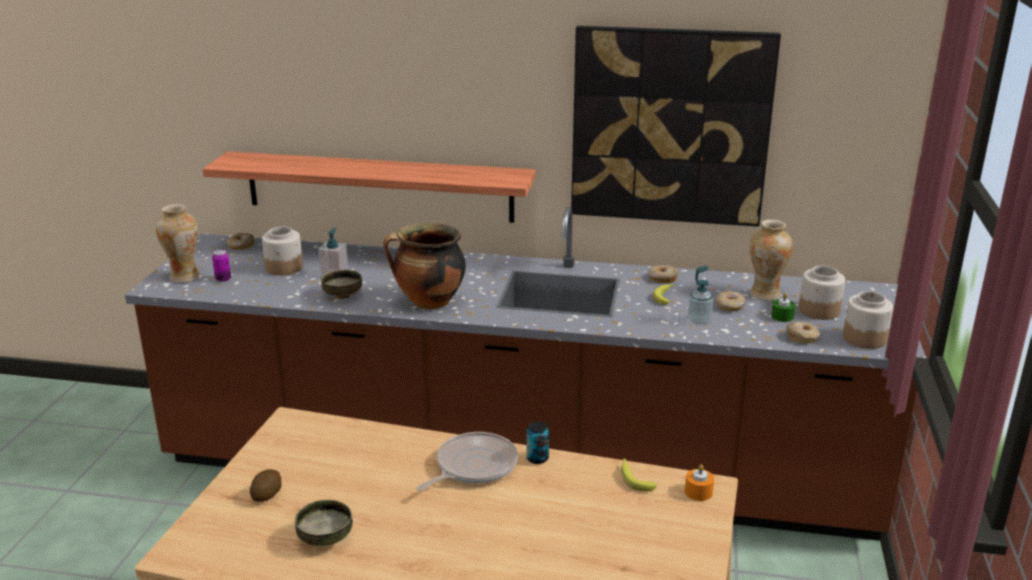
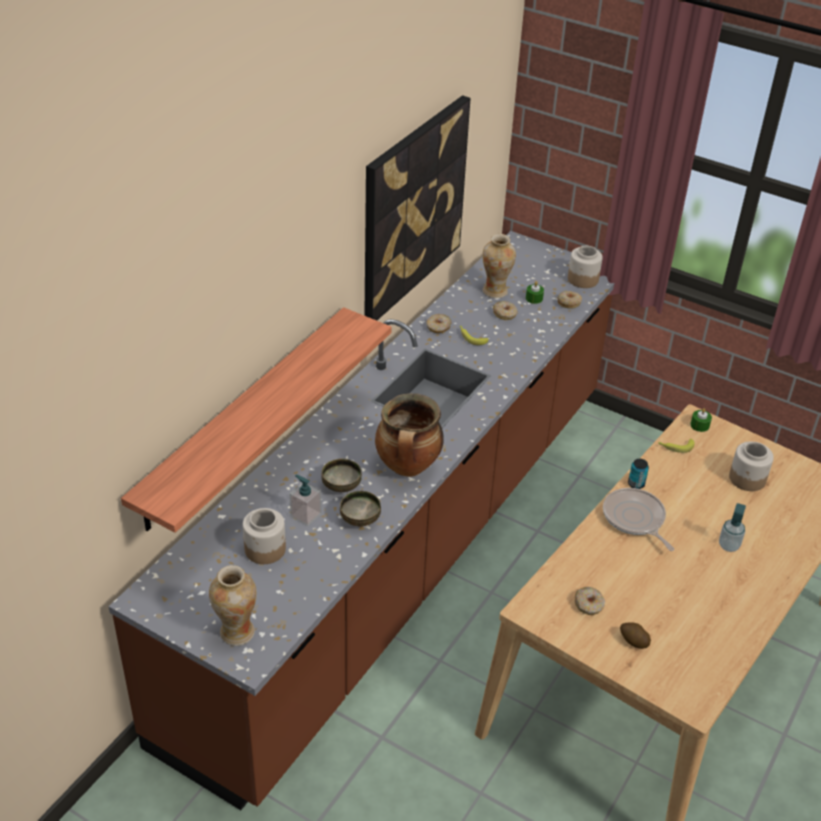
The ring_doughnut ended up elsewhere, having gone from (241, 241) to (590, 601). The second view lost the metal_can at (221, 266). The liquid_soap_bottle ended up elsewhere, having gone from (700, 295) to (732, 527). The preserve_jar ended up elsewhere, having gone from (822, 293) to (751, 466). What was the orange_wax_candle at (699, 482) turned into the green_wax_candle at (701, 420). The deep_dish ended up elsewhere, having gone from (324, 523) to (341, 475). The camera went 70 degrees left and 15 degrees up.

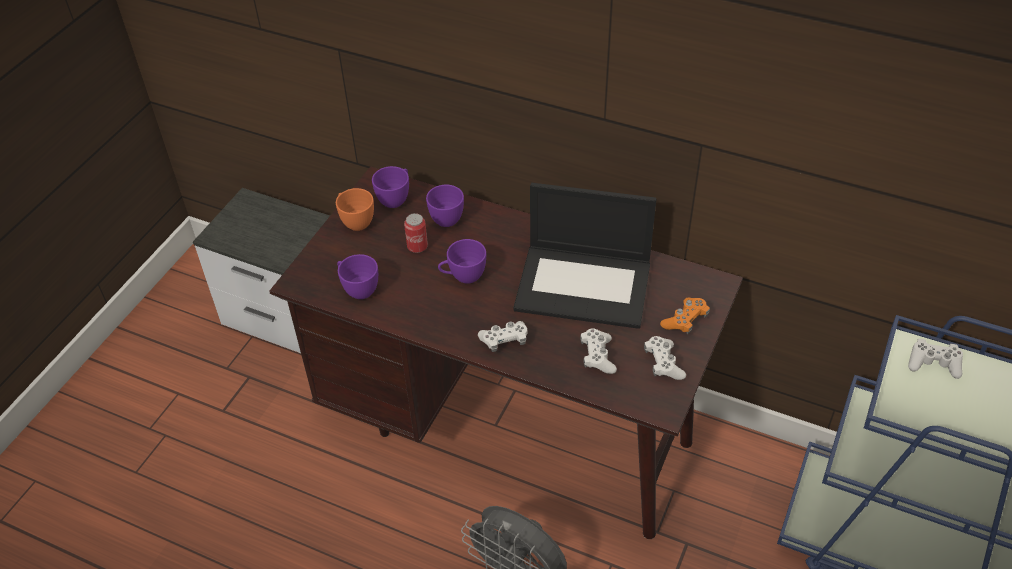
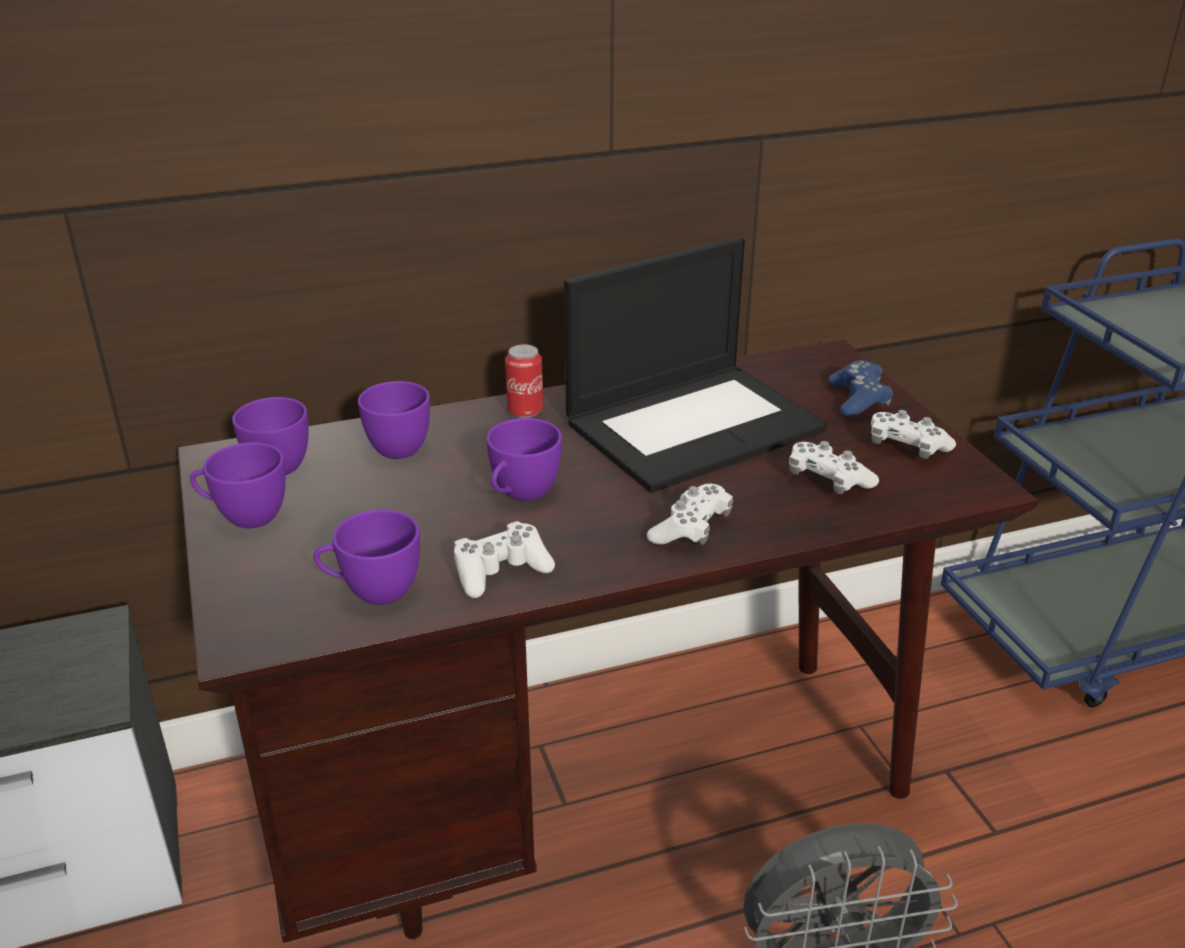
What was the orange_drinking_cup at (355, 209) turned into the purple_drinking_cup at (238, 485). The metal_can ended up elsewhere, having gone from (416, 233) to (524, 381). What was the orange_joypad at (685, 316) turned into the bluish_joypad at (860, 388). The white-coloured_joypad ended up elsewhere, having gone from (935, 359) to (504, 559). The camera went 45 degrees left and 15 degrees down.

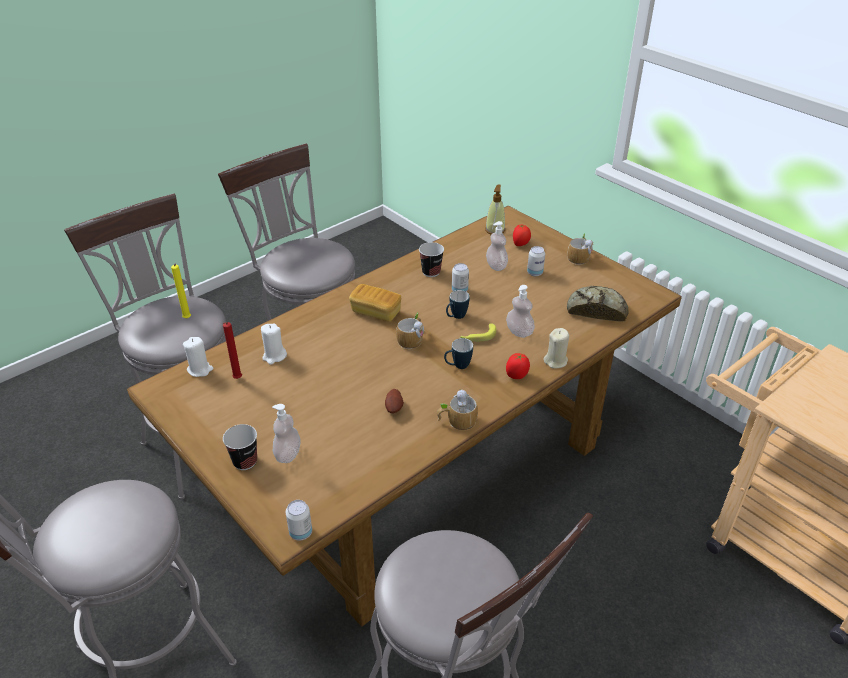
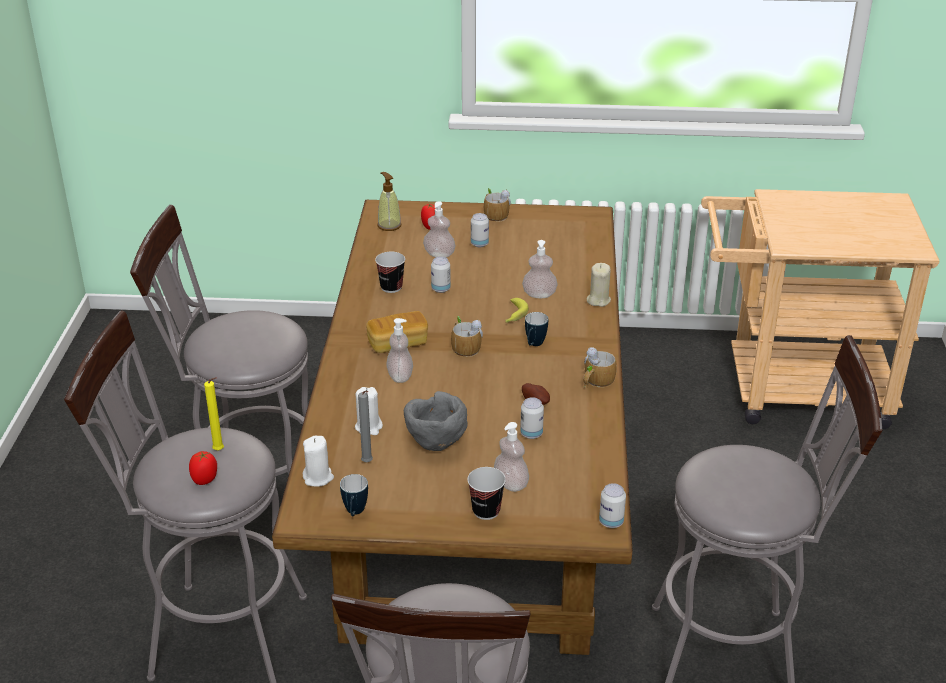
The second view lost the bakery_bread at (598, 304). The mug ended up elsewhere, having gone from (457, 304) to (354, 495). What was the red-coloured_wax_candle at (232, 350) turned into the gray_wax_candle at (365, 426). The whole_tomato ended up elsewhere, having gone from (518, 366) to (203, 468). The second view gained the liquid_soap_bottle at (399, 350). The second view gained the gray_deep_dish at (435, 421). The second view gained the metal_can at (532, 418). The camera went 45 degrees left and 5 degrees down.

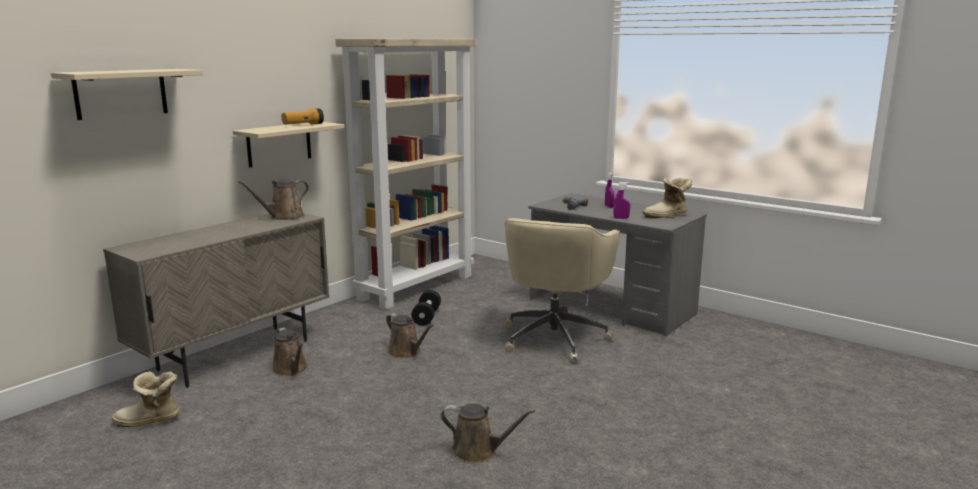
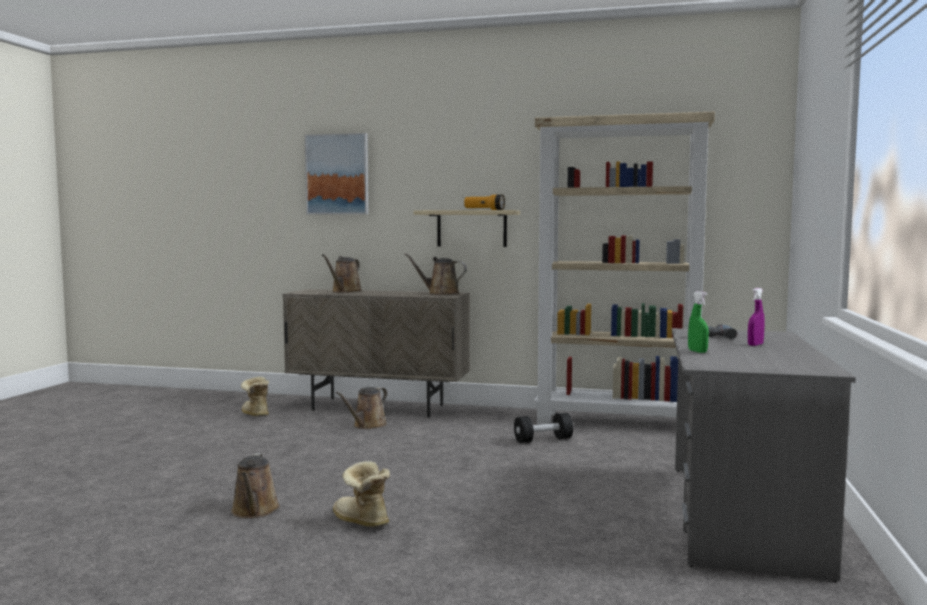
Where the beige_wall_shelf hung at (127, 94), the picture came to hang at (336, 173). The tall_boot ended up elsewhere, having gone from (667, 198) to (361, 494). What was the purple_hand_sprayer at (621, 200) turned into the green_hand_sprayer at (698, 322). The second view lost the beige_desk_chair at (562, 290). The brown-coloured_watering_can ended up elsewhere, having gone from (410, 335) to (342, 273). The camera went 65 degrees right and 10 degrees down.

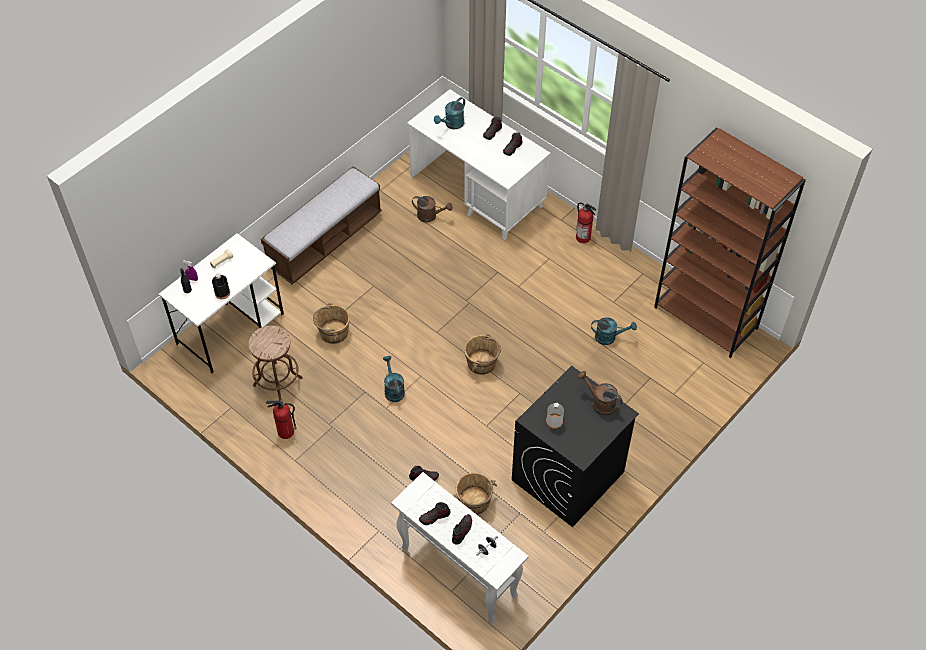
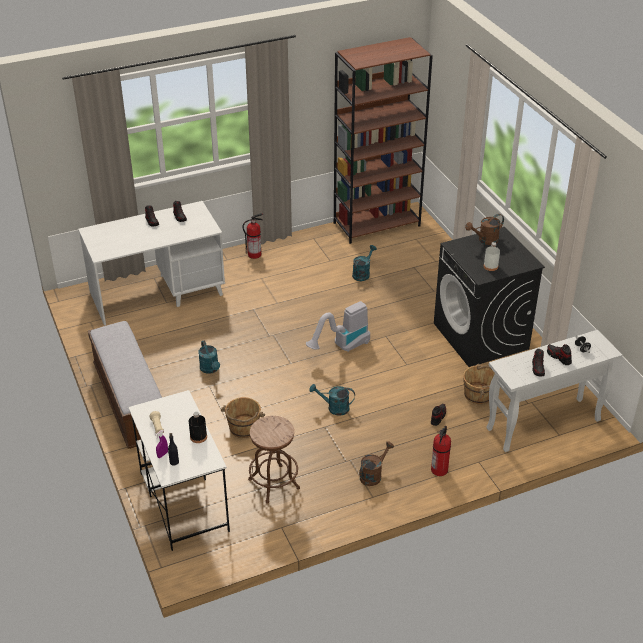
The turquoise-coloured_watering_can ended up elsewhere, having gone from (449, 113) to (209, 357). The brown-coloured_watering_can ended up elsewhere, having gone from (432, 209) to (376, 463). Where the brown-coloured_water_bucket stood at (482, 354), the hoover came to stand at (338, 326). The fire_extinguisher ended up elsewhere, having gone from (281, 419) to (441, 451). The camera went 65 degrees left and 15 degrees down.

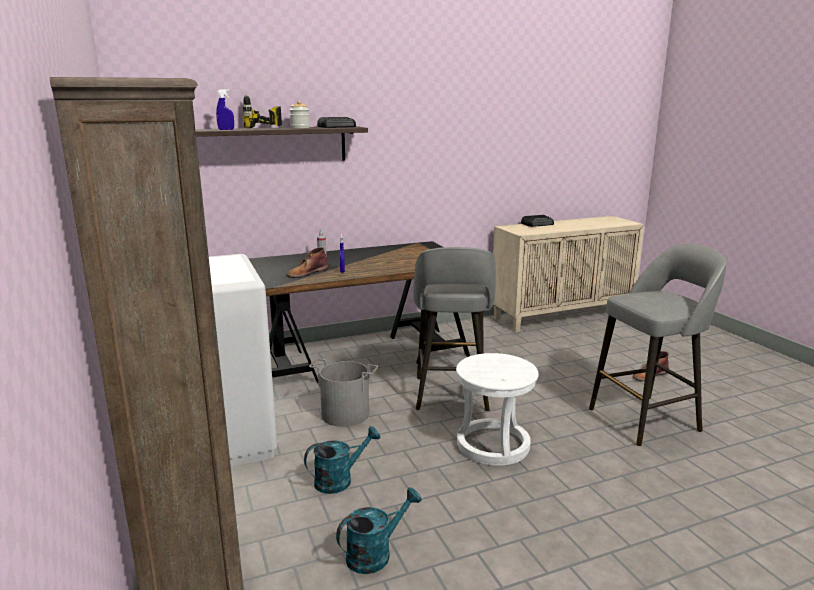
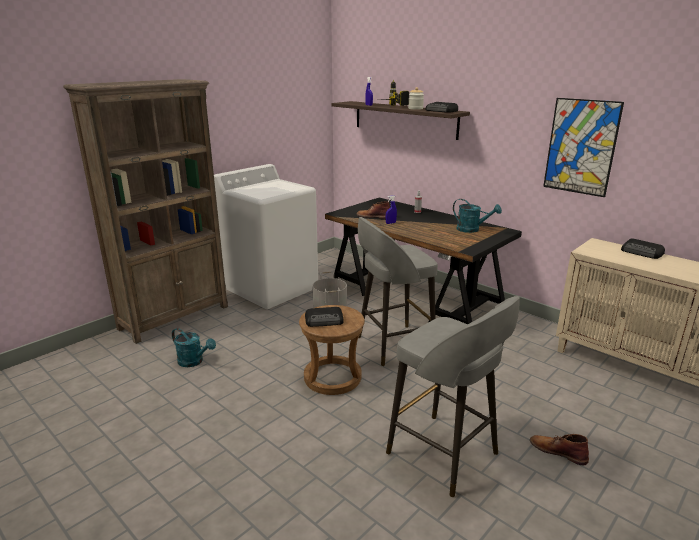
What was the white-coloured_stool at (497, 409) turned into the brown-coloured_stool at (332, 350). The turquoise-coloured_watering_can ended up elsewhere, having gone from (342, 460) to (477, 216). The second view gained the picture at (583, 147). The second view gained the radio at (324, 317). The camera went 65 degrees right and 5 degrees up.

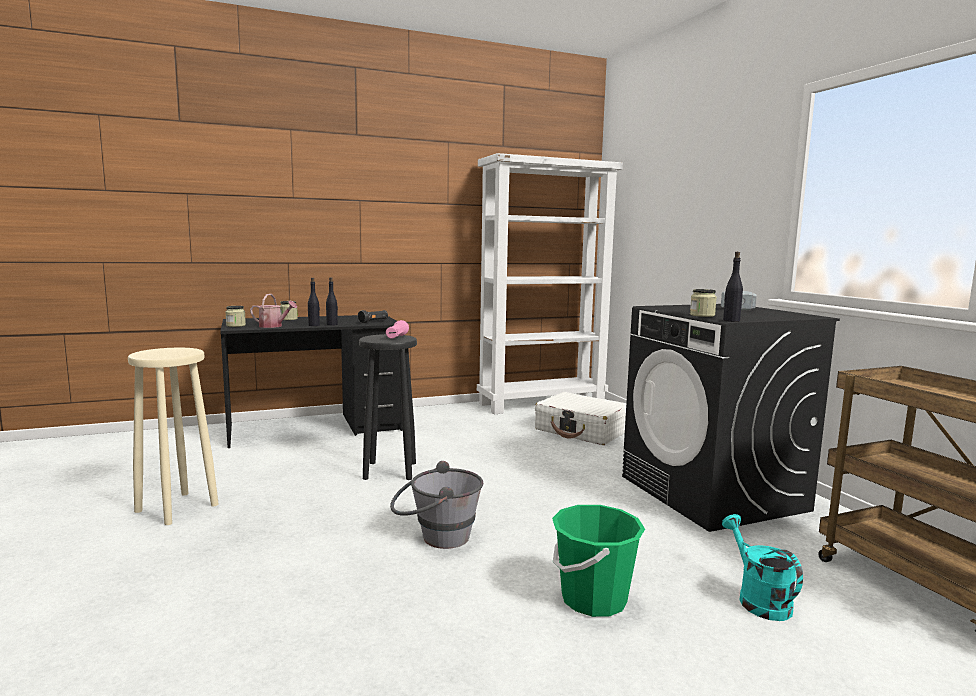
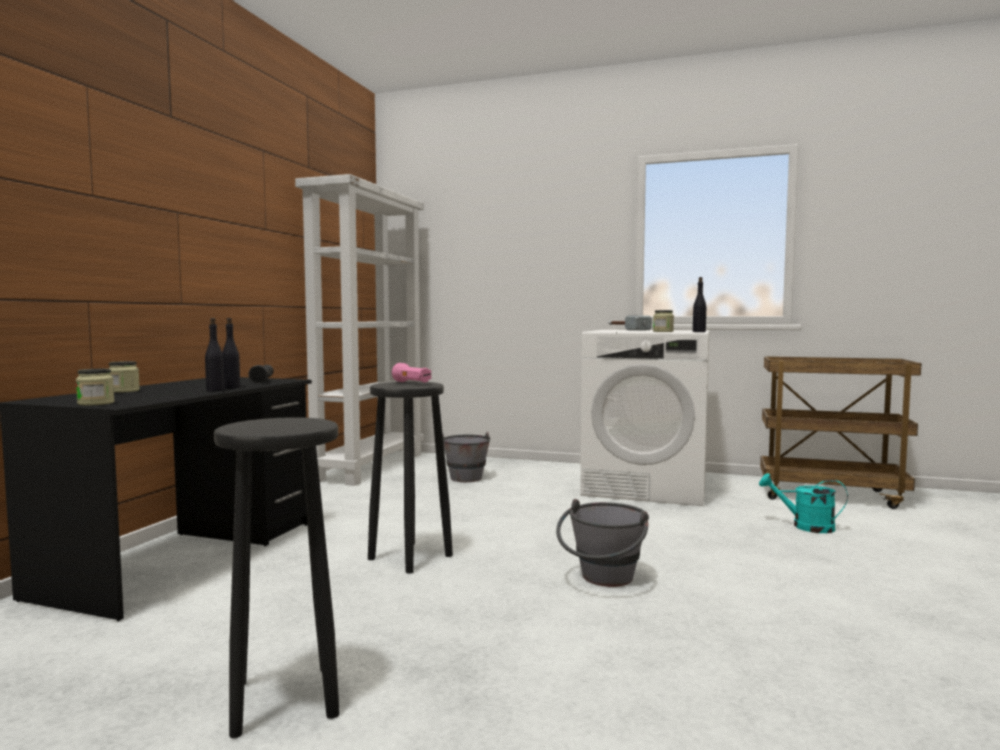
The second view lost the watering_can at (273, 311). What was the black_laundry_machine at (731, 418) turned into the white-coloured_laundry_machine at (645, 418). What was the beige_stool at (173, 436) turned into the black_stool at (277, 577). Where the white-coloured_travel_case stood at (580, 418), the gray_water_bucket came to stand at (466, 457). The second view lost the green_water_bucket at (598, 561). The camera went 50 degrees left and 5 degrees down.

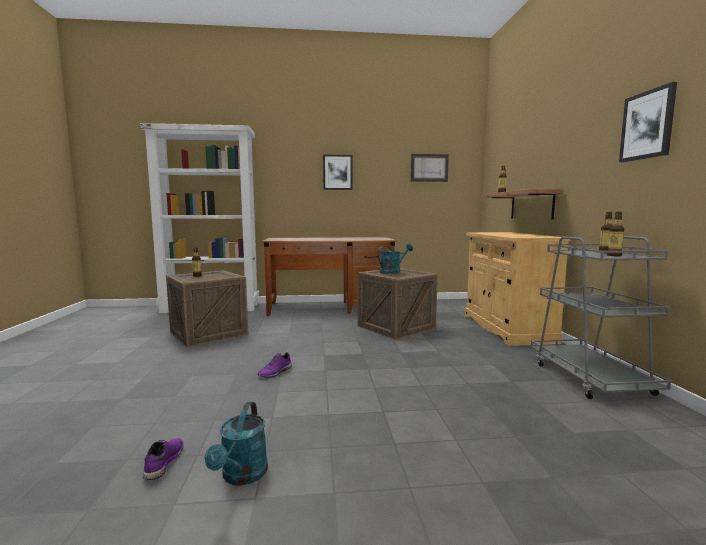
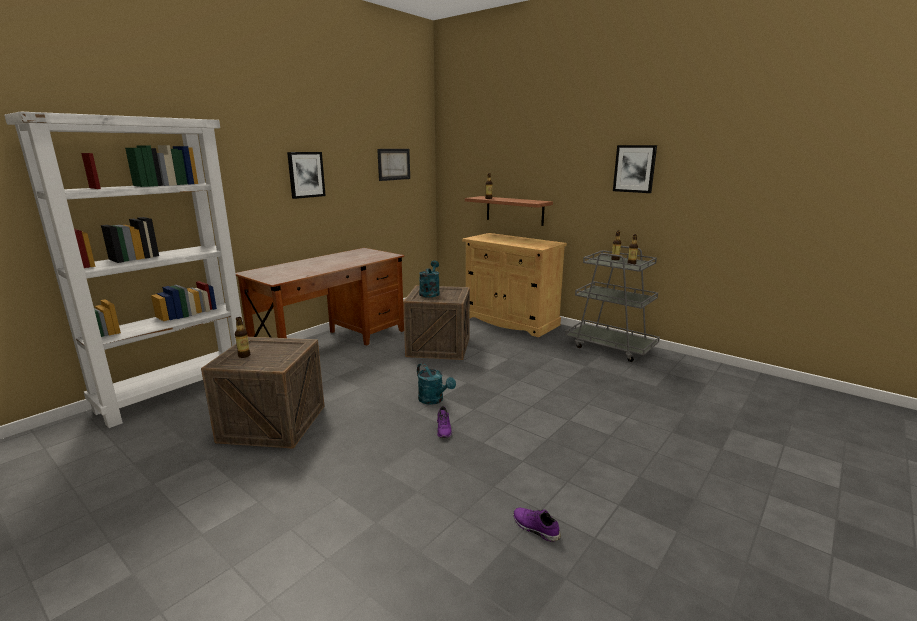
The turquoise-coloured_watering_can ended up elsewhere, having gone from (236, 444) to (436, 384). The camera went 45 degrees left and 10 degrees up.

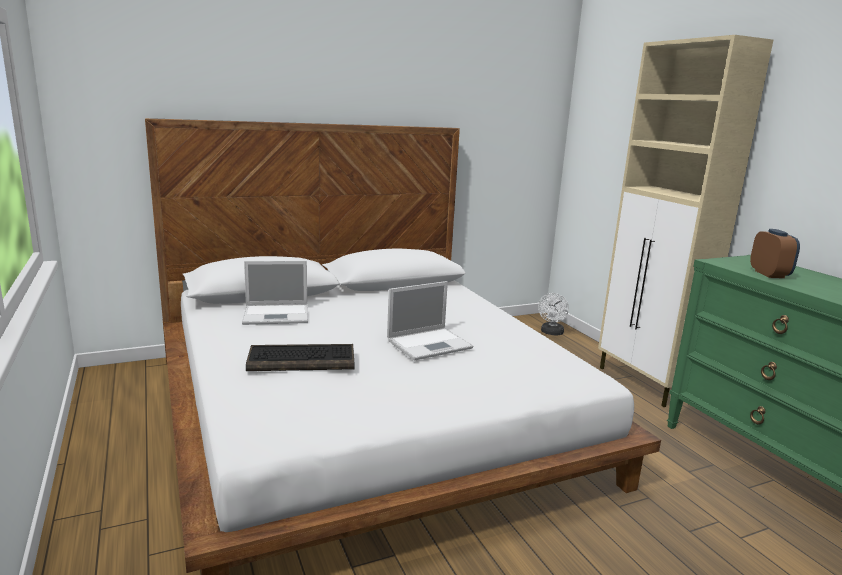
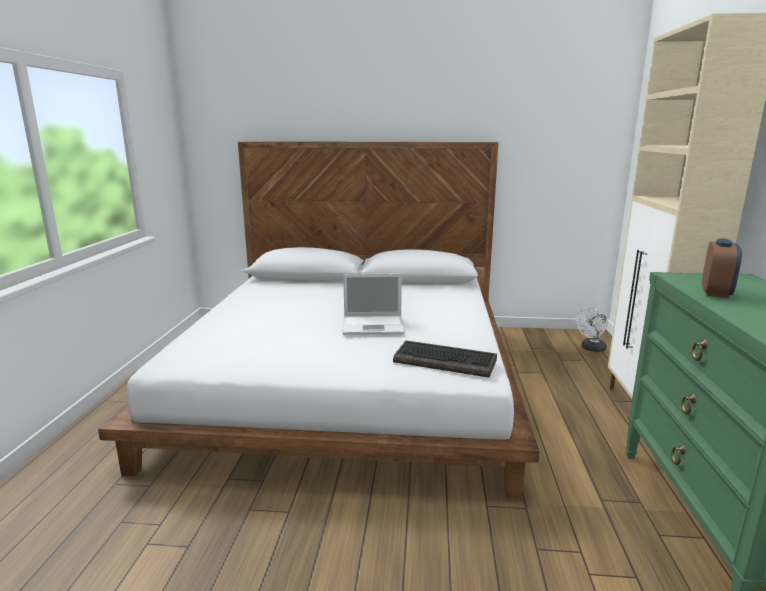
The second view lost the portable_computer at (275, 293). The computer_keyboard ended up elsewhere, having gone from (300, 357) to (445, 359). The camera went 30 degrees right and 0 degrees up.

